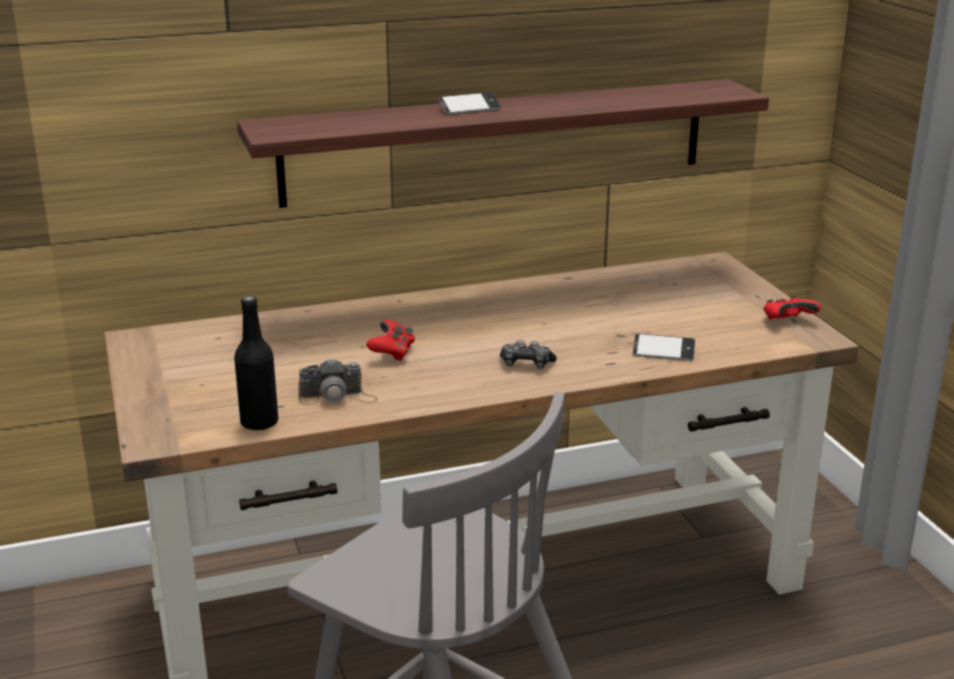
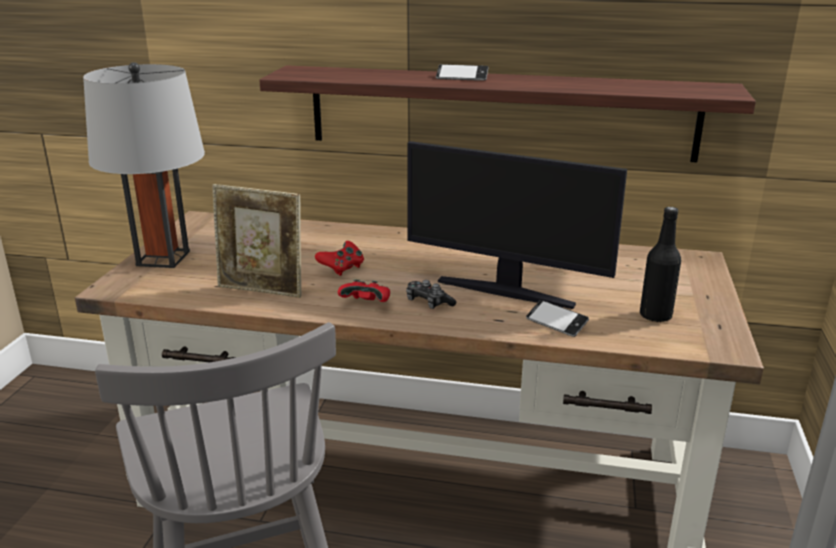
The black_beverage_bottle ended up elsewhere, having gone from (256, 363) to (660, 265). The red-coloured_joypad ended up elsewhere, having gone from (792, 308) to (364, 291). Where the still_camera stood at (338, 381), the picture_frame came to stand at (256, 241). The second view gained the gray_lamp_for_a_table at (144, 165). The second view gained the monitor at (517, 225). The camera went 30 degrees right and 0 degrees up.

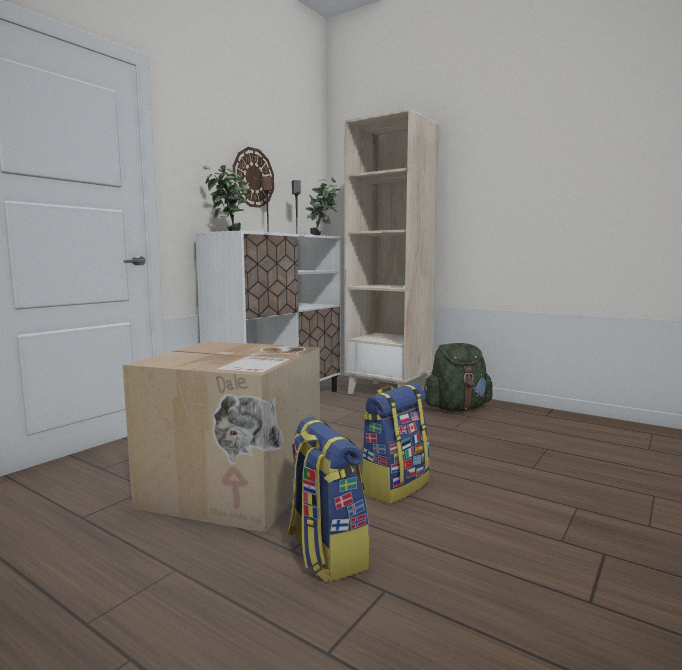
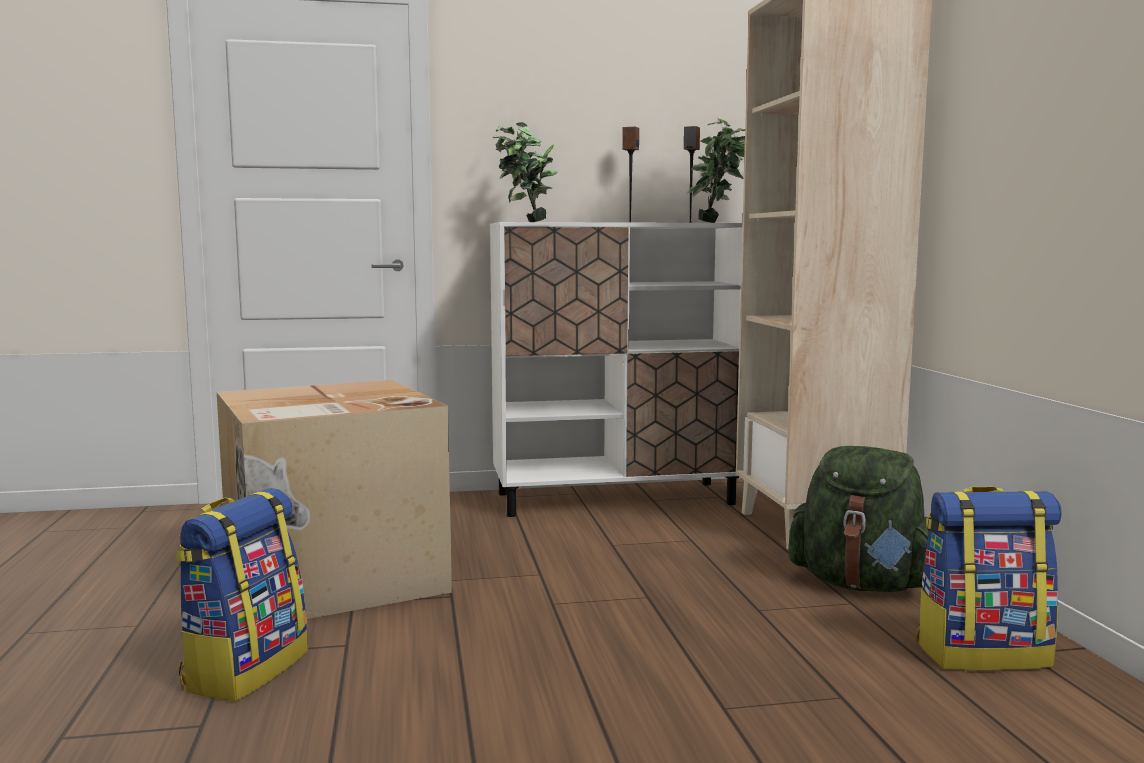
The second view lost the hanging_clock at (253, 177). The rucksack ended up elsewhere, having gone from (395, 443) to (989, 578). The camera went 45 degrees right and 0 degrees up.

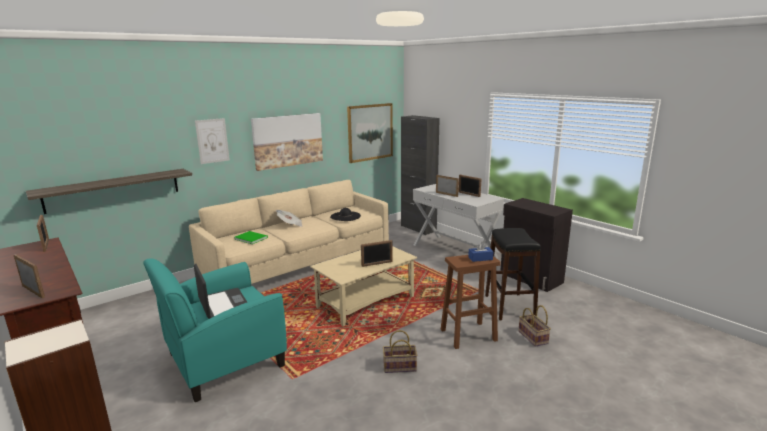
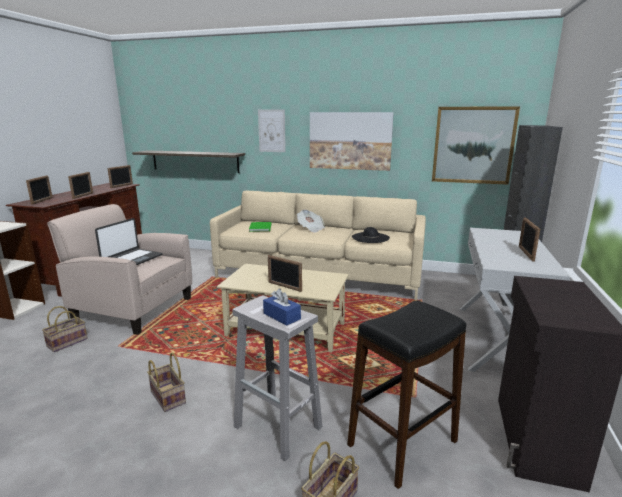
The picture_frame ended up elsewhere, having gone from (447, 186) to (80, 185). What was the brown-coloured_stool at (470, 302) turned into the white-coloured_stool at (277, 378). What was the turquoise-coloured_easy_chair at (215, 330) turned into the beige_easy_chair at (119, 269). The second view gained the household_basket at (65, 329). The camera went 55 degrees right and 0 degrees up.

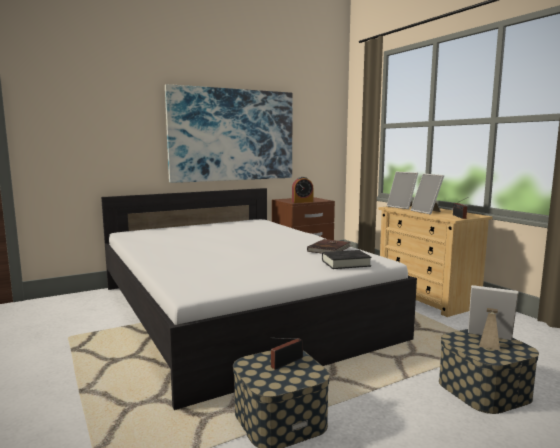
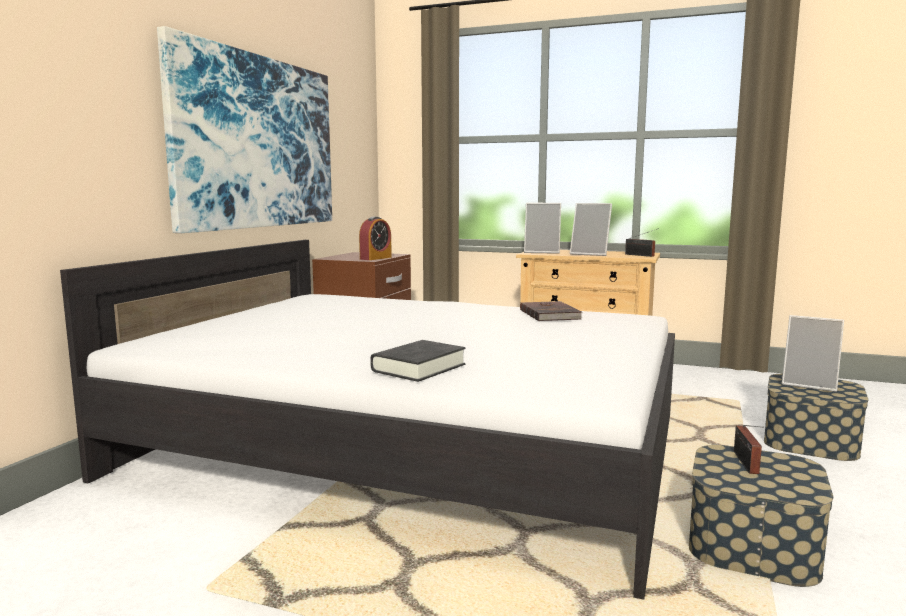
The black_book ended up elsewhere, having gone from (347, 259) to (417, 361). The picture_frame at (493, 317) ended up facing another way, 135 degrees counterclockwise from before. The camera went 40 degrees left and 0 degrees up.

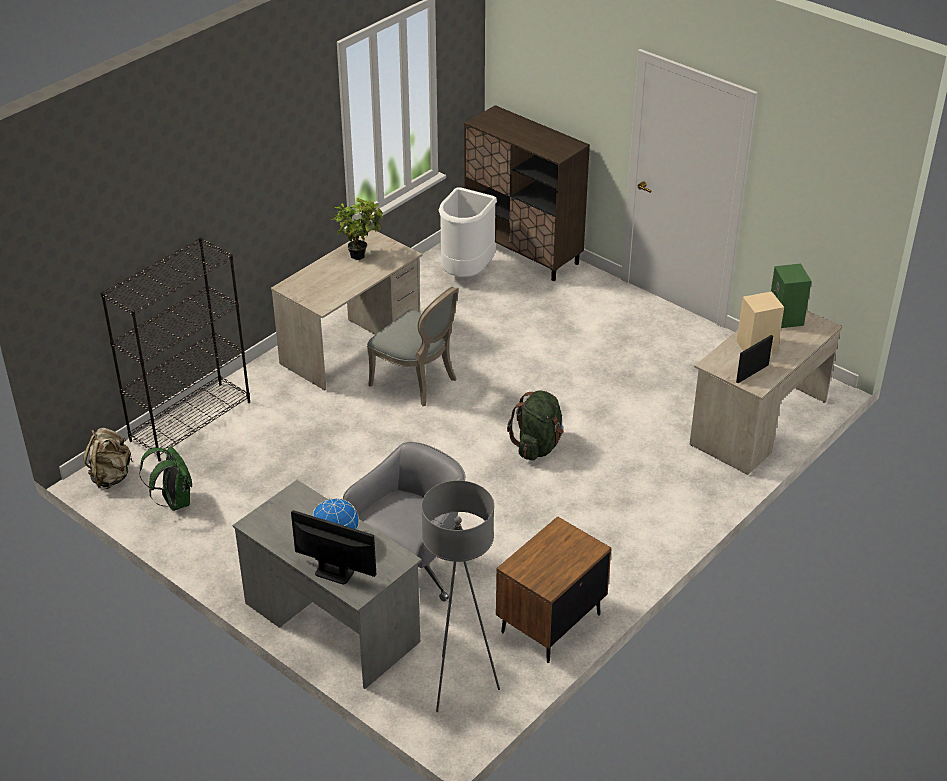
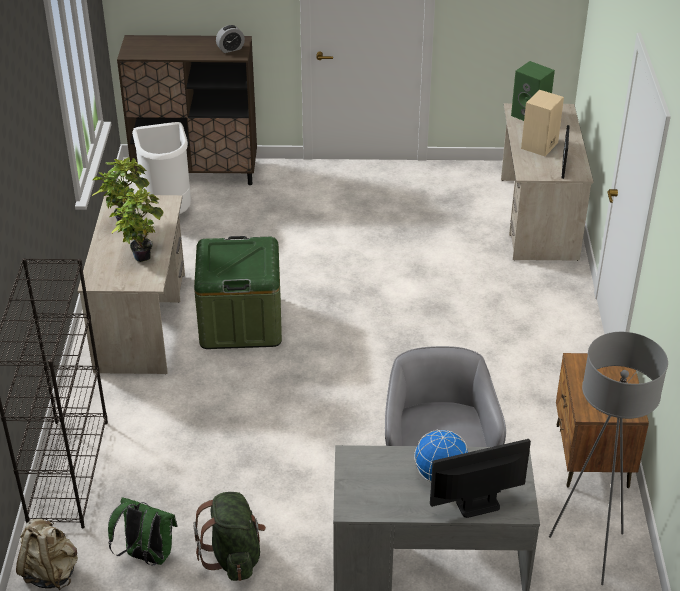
Where the gray_chair stood at (413, 346), the green_storage_container came to stand at (238, 292). The green_rucksack ended up elsewhere, having gone from (535, 426) to (229, 536). The second view gained the alarm_clock at (230, 39). The second view gained the houseplant at (136, 225). The camera went 40 degrees left and 0 degrees up.

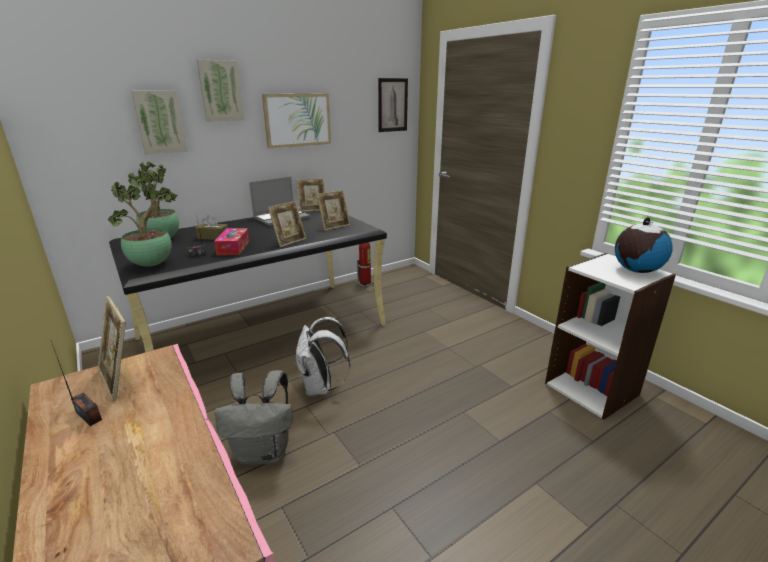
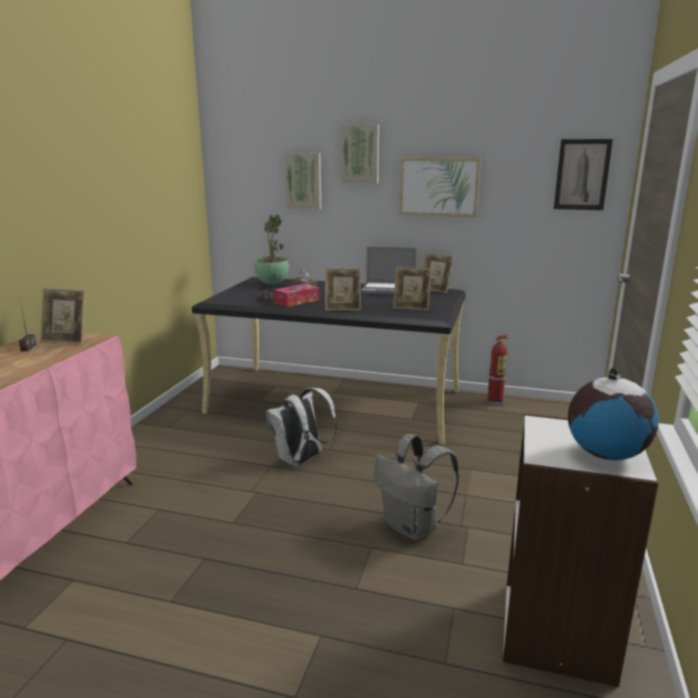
The second view lost the houseplant at (140, 222). The picture_frame at (112, 348) ended up facing another way, 90 degrees counterclockwise from before. The gray_rucksack ended up elsewhere, having gone from (253, 417) to (416, 487). The camera went 50 degrees right and 5 degrees down.

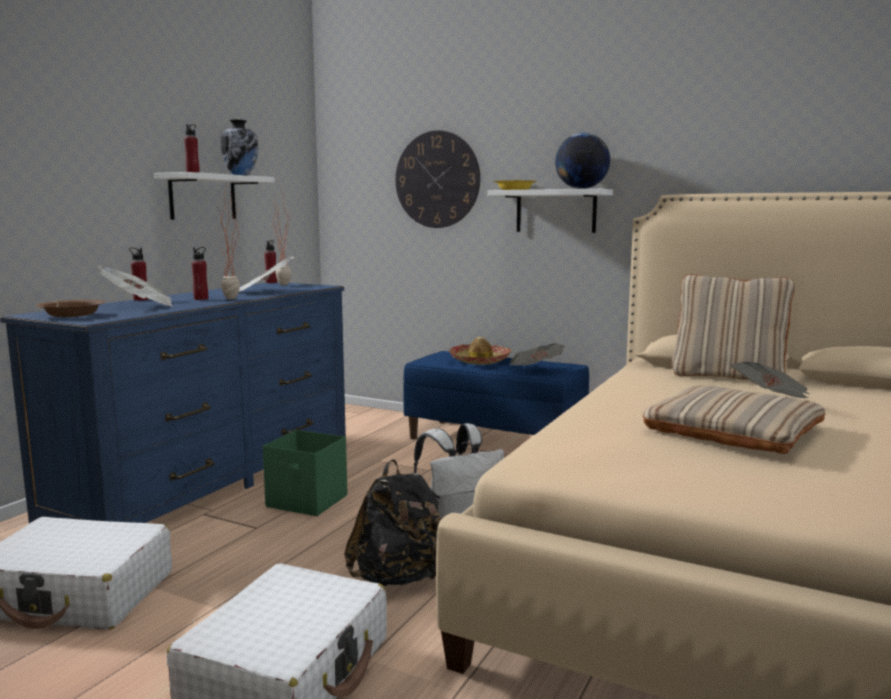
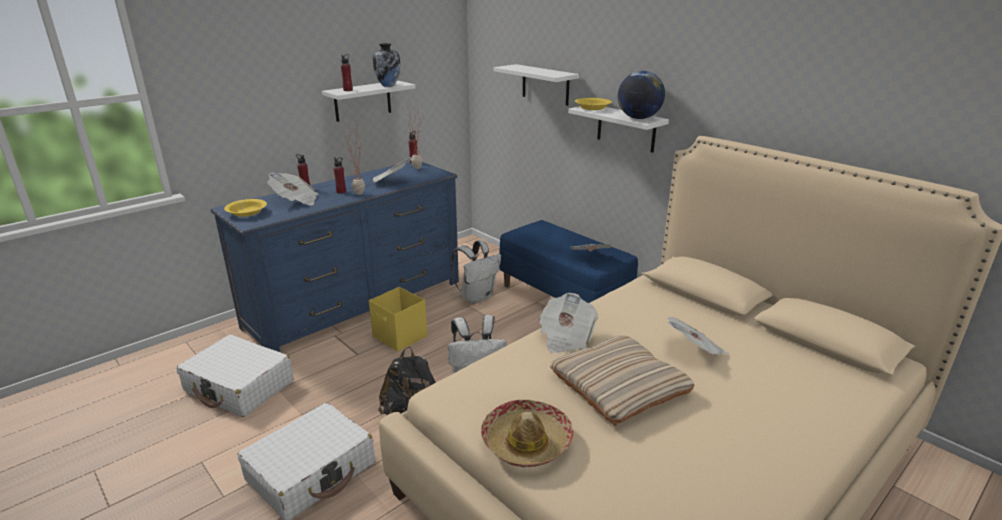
Where the hanging_clock hung at (437, 179), the white-coloured_wall_shelf came to hang at (536, 85). The second view lost the beige_throw_pillow at (733, 327). What was the brown-coloured_deep_dish at (71, 308) turned into the yellow_deep_dish at (245, 208). The hat ended up elsewhere, having gone from (480, 351) to (527, 433). What was the green_storage_container at (305, 473) turned into the yellow_storage_container at (398, 319). The second view gained the white-coloured_rucksack at (476, 272). The second view gained the printed_paper at (568, 323). The camera went 20 degrees right and 15 degrees up.

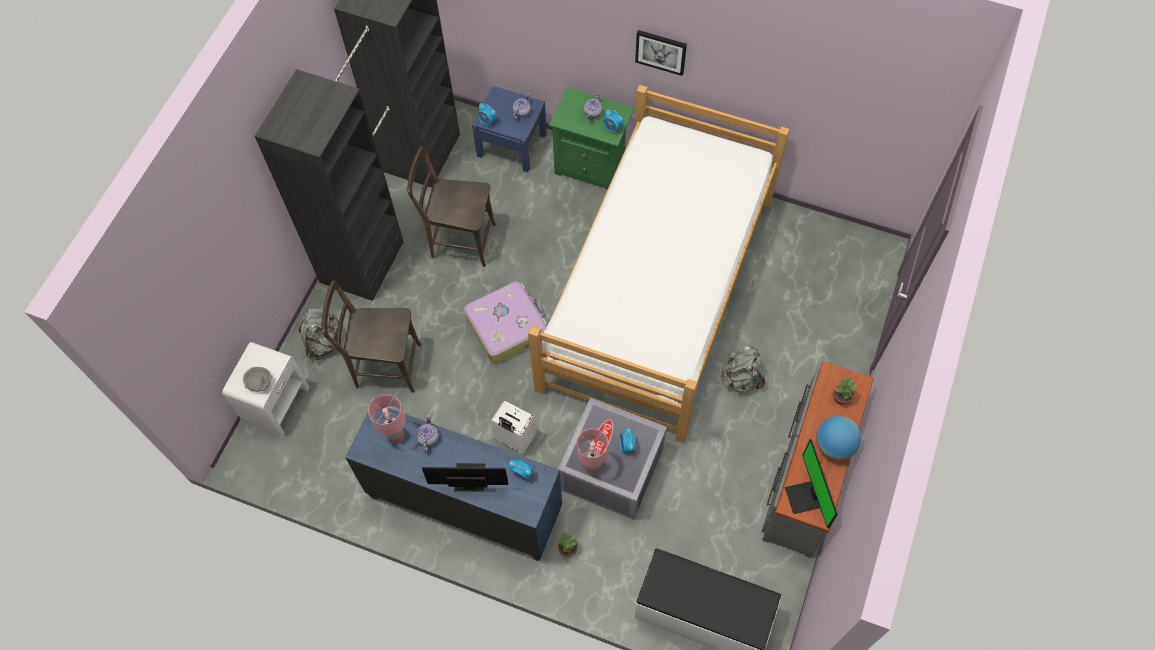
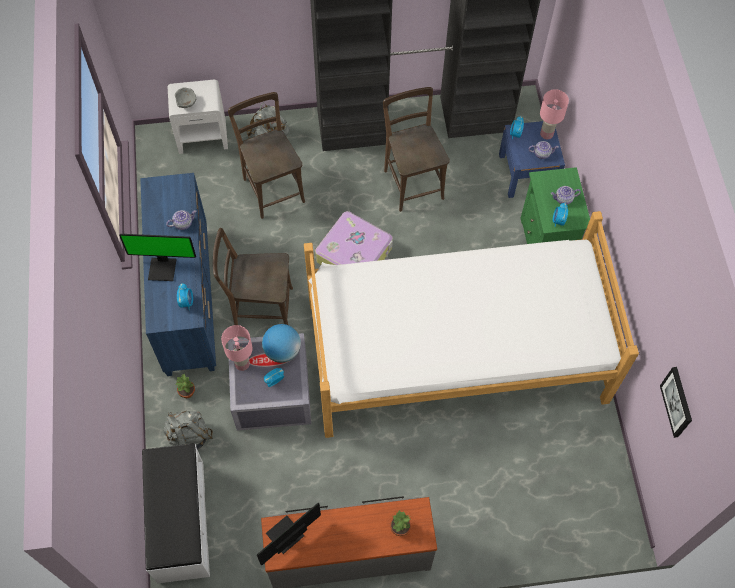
The picture ended up elsewhere, having gone from (661, 53) to (676, 402). The gray_rucksack ended up elsewhere, having gone from (742, 368) to (188, 430). The pinkish_lamp_for_a_table ended up elsewhere, having gone from (387, 419) to (554, 114). Where the white-coloured_travel_case stood at (513, 427), the brown-coloured_chair came to stand at (253, 276). The world_globe ended up elsewhere, having gone from (838, 438) to (281, 343). The monitor at (465, 477) ended up facing another way, 120 degrees clockwise from before. The camera went 60 degrees right and 0 degrees up.

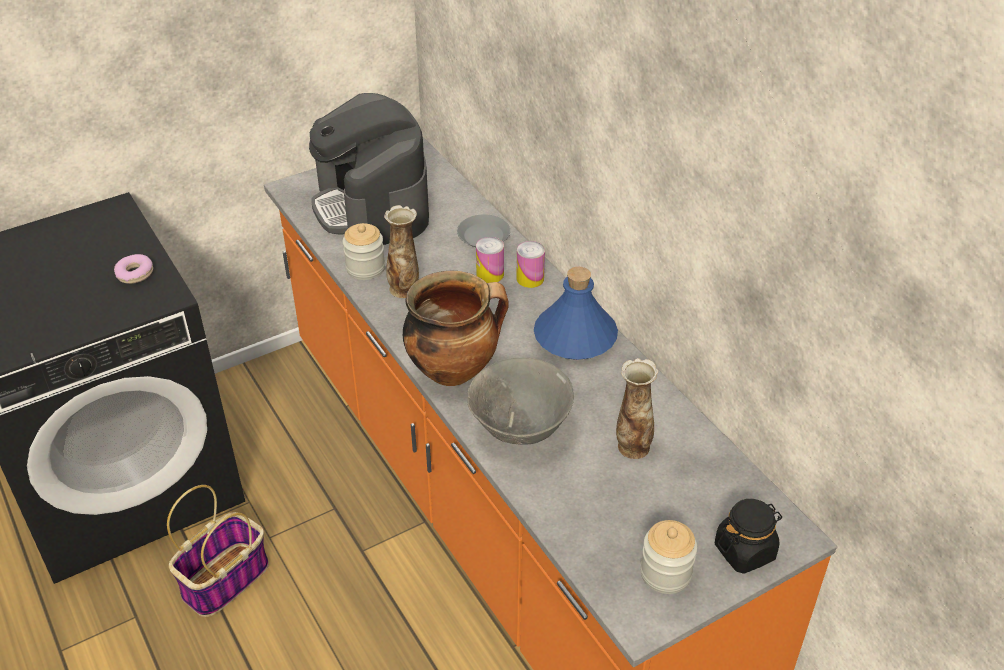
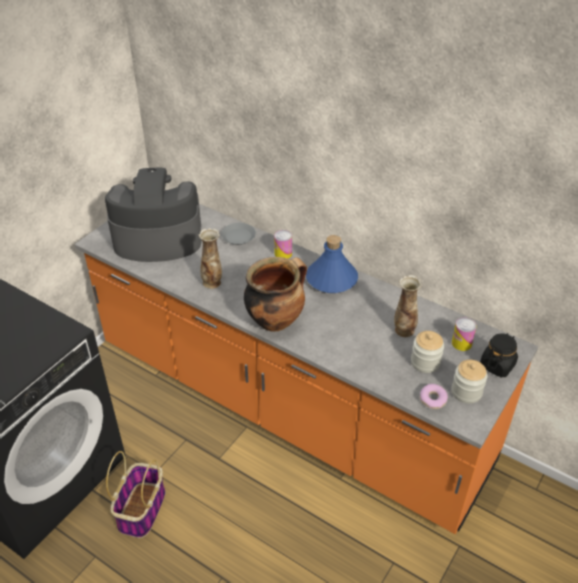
The coffee_maker at (369, 169) ended up facing another way, 135 degrees clockwise from before. The preserve_jar ended up elsewhere, having gone from (364, 251) to (427, 352). The metal_can ended up elsewhere, having gone from (490, 260) to (464, 334). The ring_doughnut ended up elsewhere, having gone from (133, 269) to (434, 396). The second view lost the gray_deep_dish at (520, 401). The camera went 25 degrees left and 0 degrees up.

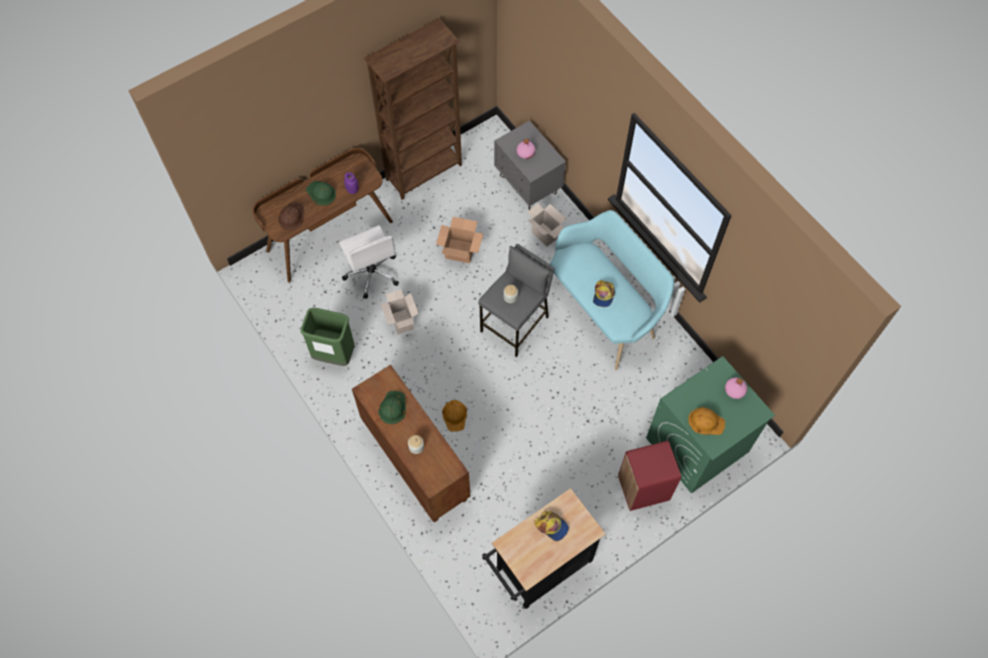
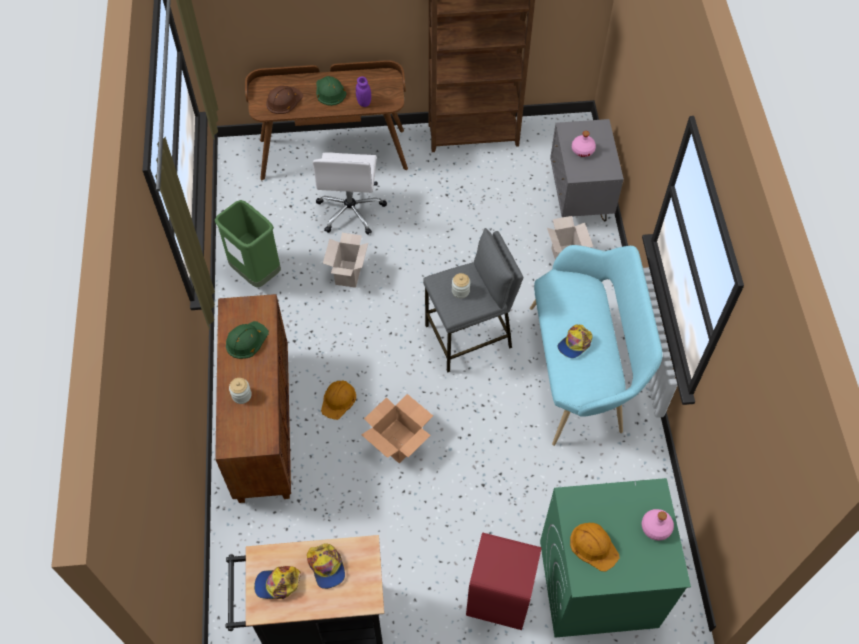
The carton ended up elsewhere, having gone from (459, 240) to (397, 428). The second view gained the peaked_cap at (277, 582). The camera went 30 degrees right and 5 degrees down.

